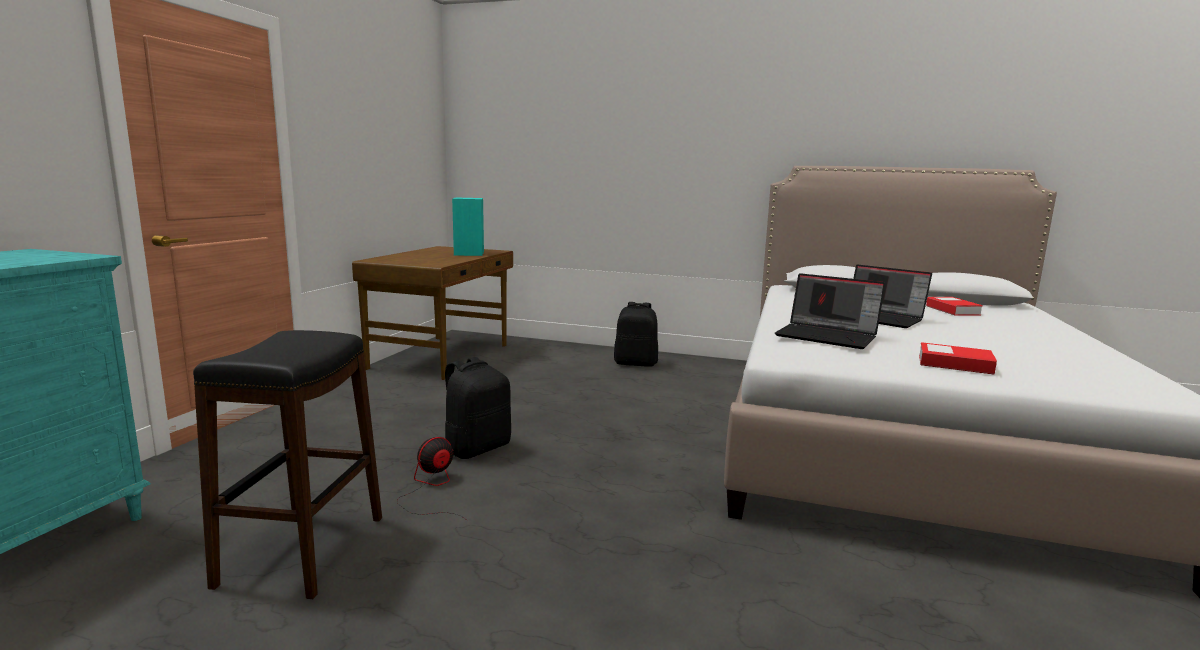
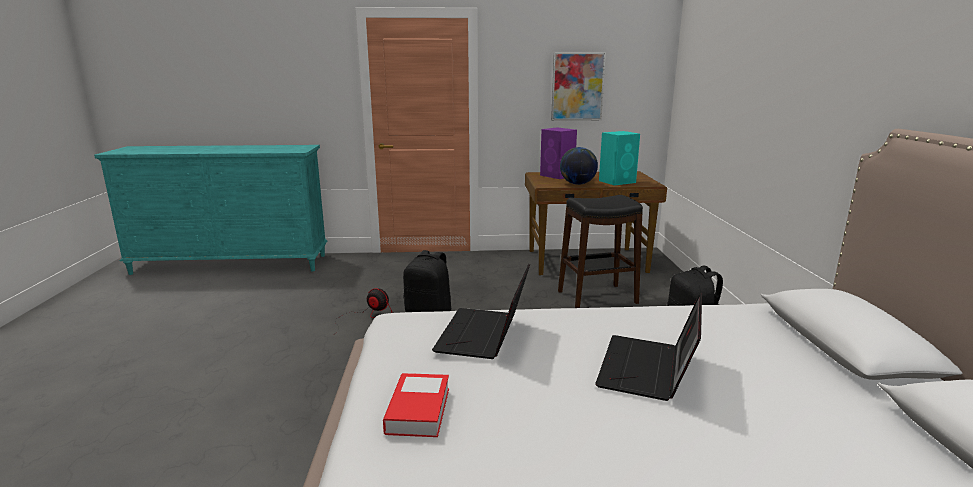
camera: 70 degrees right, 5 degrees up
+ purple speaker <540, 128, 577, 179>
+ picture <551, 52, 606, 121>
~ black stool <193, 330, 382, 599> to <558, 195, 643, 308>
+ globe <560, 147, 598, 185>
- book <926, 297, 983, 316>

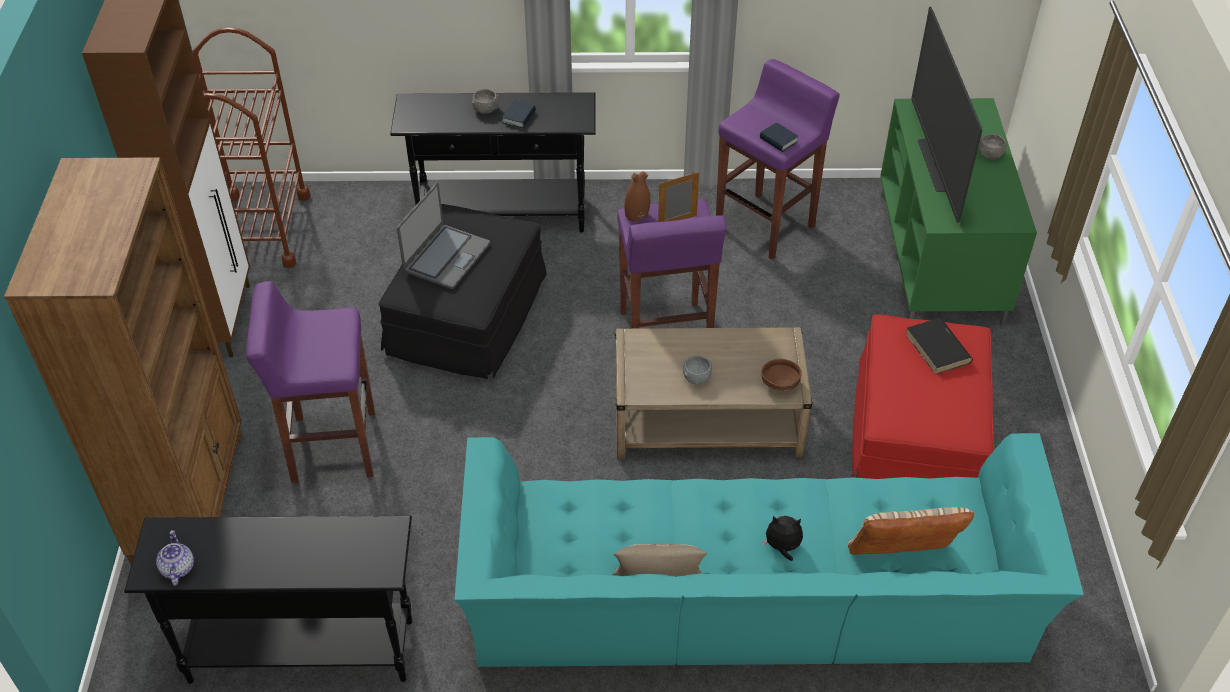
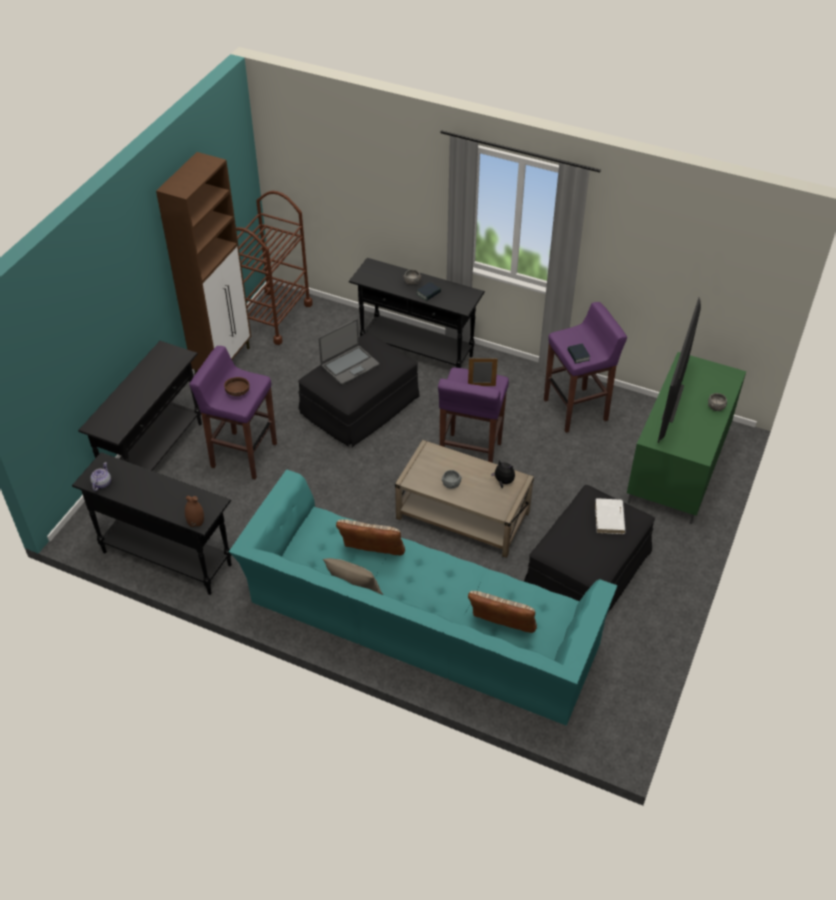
camera: 25 degrees right, 0 degrees up
~ brown bookcase <4, 157, 242, 565> to black console table <78, 341, 202, 471>
~ brown vase <624, 171, 650, 222> to <185, 495, 204, 527>
~ brown bowl <761, 359, 802, 391> to <224, 377, 249, 396>
+ beige pillow <336, 519, 405, 556>
~ plush toy <762, 516, 803, 561> to <491, 460, 515, 488>
~ red ottoman <851, 314, 994, 479> to black ottoman <524, 485, 655, 612>
~ black book <906, 318, 973, 375> to white book <595, 498, 625, 534>

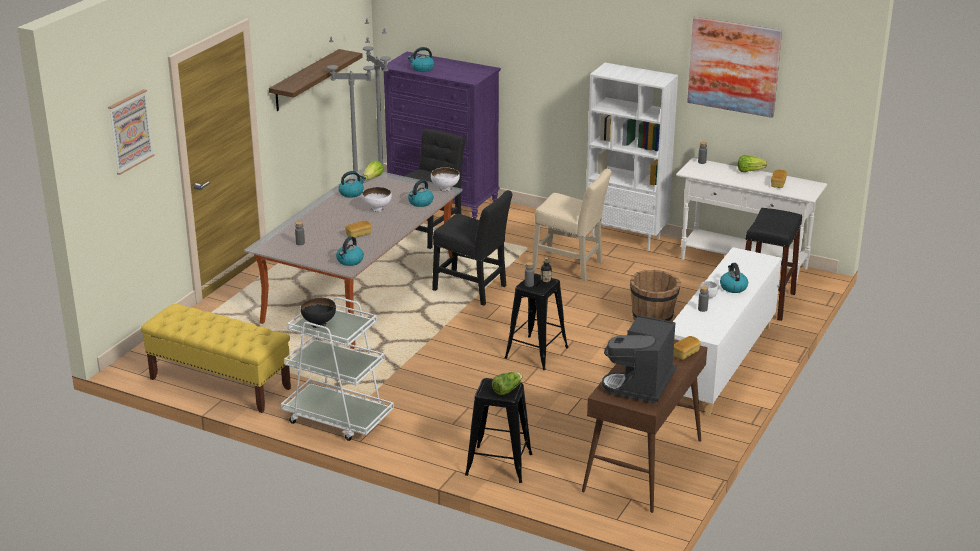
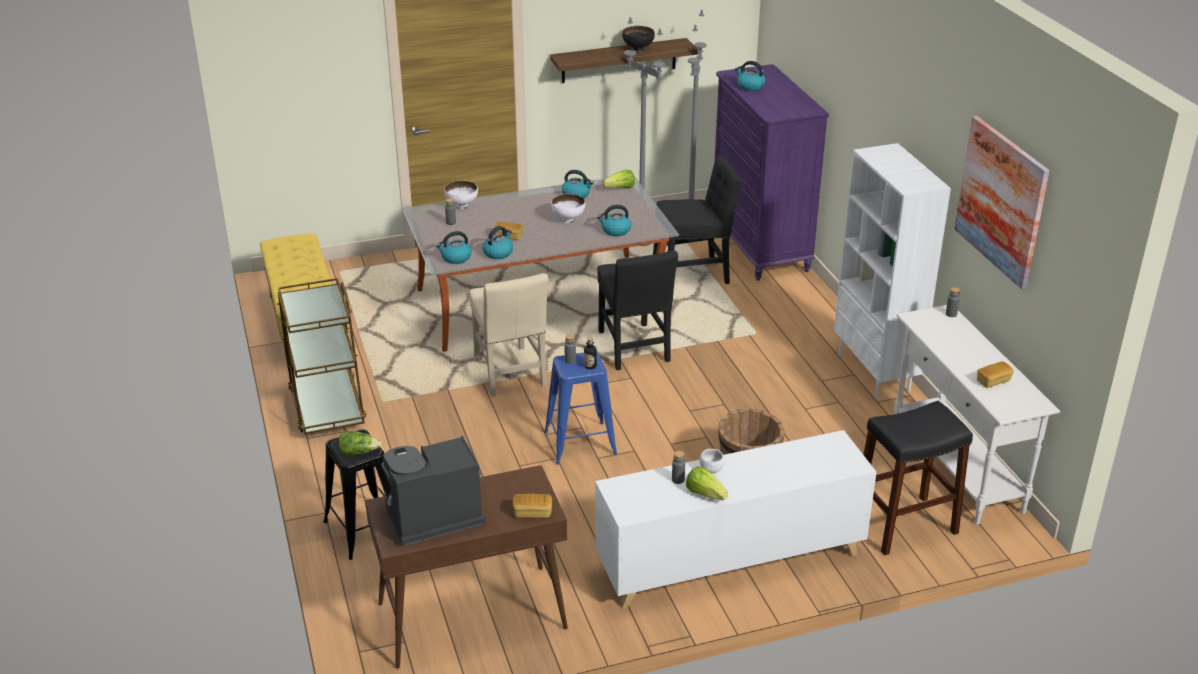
camera: 45 degrees right, 5 degrees up
~ white cart <281, 297, 394, 441> to brown cart <277, 278, 366, 434>
~ white bowl <431, 168, 460, 192> to <444, 180, 478, 210>
~ beige chair <532, 168, 612, 281> to <469, 273, 549, 397>
~ kettle <720, 263, 748, 293> to <482, 226, 513, 259>
~ black stool <504, 273, 569, 370> to blue stool <544, 352, 617, 465>
~ black bowl <301, 298, 336, 328> to <622, 26, 655, 53>
~ lettuce <738, 155, 767, 172> to <686, 467, 728, 500>
- picture <108, 89, 155, 175>

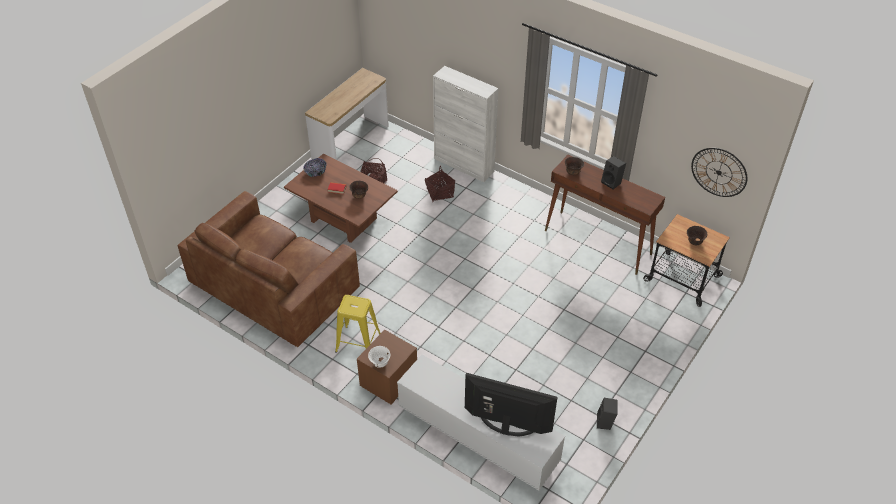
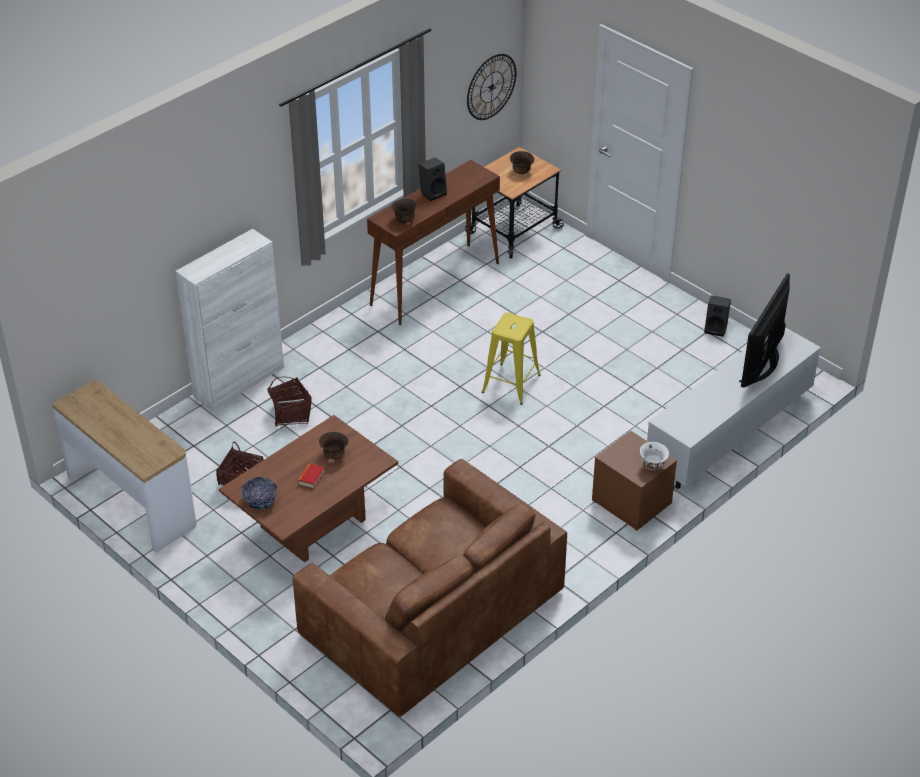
camera: 80 degrees left, 5 degrees down
~ yellow stool <335, 295, 381, 353> to <482, 312, 541, 405>

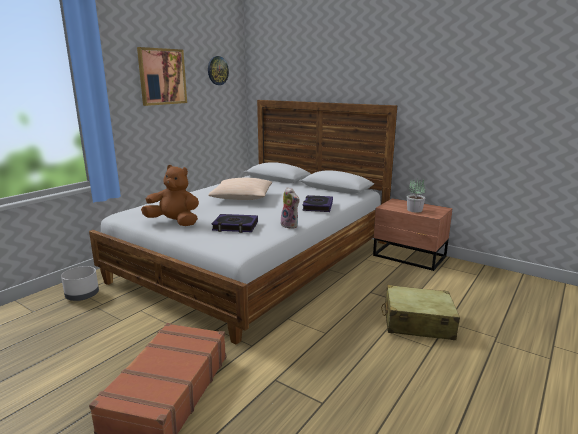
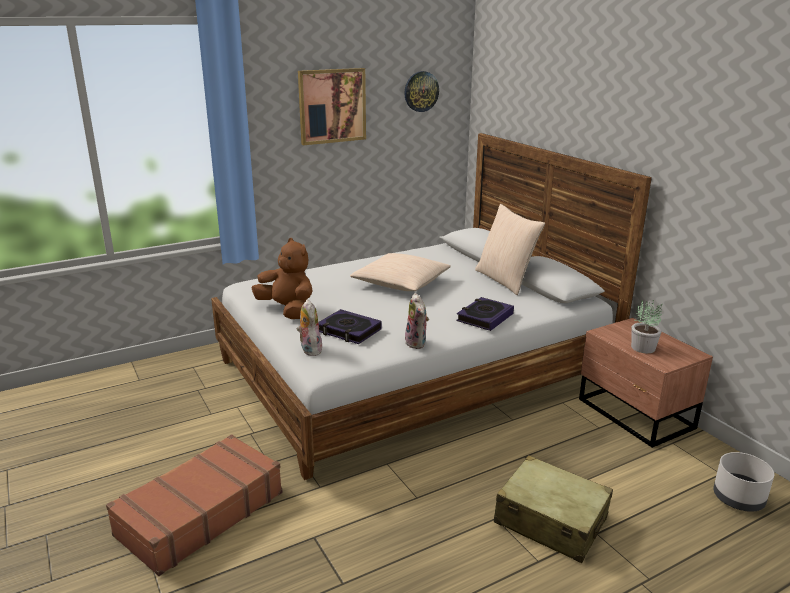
camera: 25 degrees right, 5 degrees up
+ plush toy <297, 299, 322, 356>
+ beige pillow <475, 204, 545, 295>
~ grey planter <61, 266, 99, 301> to <713, 452, 774, 512>

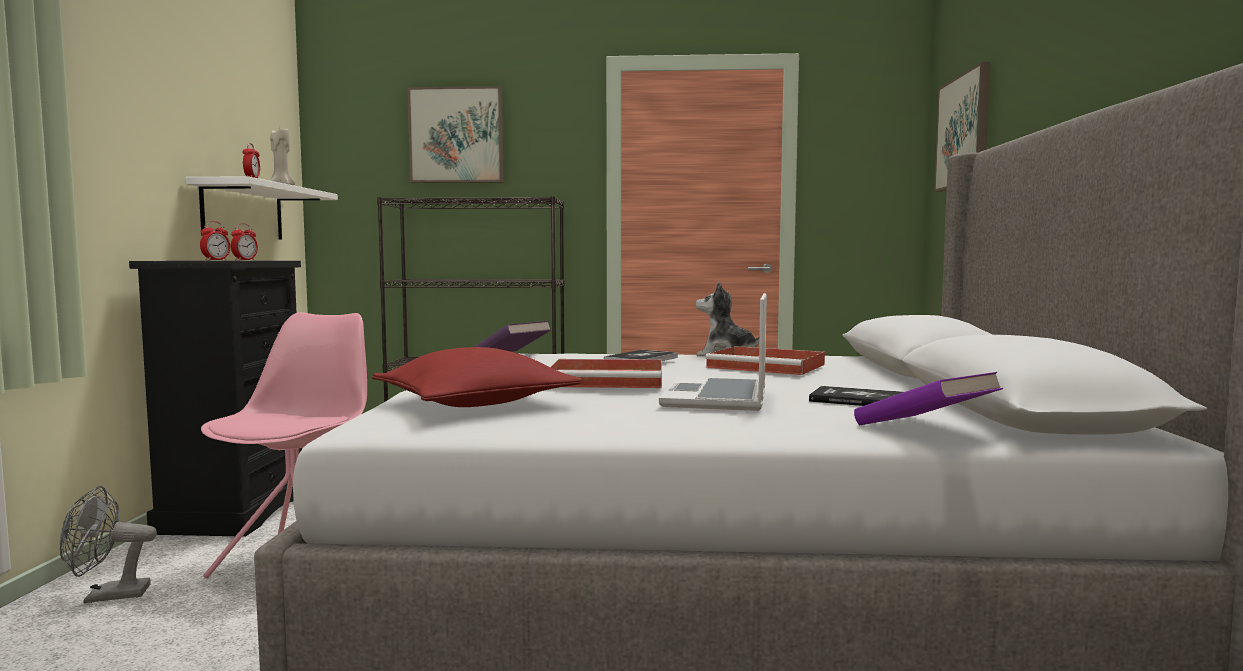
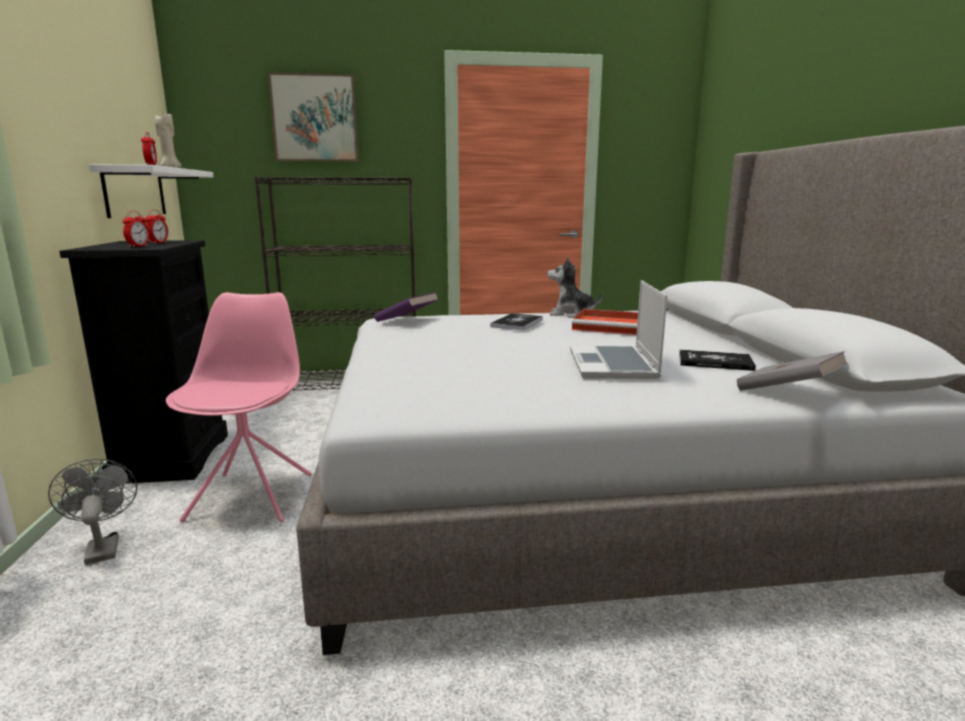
camera: 10 degrees left, 10 degrees up
~ grey fan <59, 486, 157, 603> = <48, 459, 137, 565> 90 degrees clockwise
~ purple book <854, 372, 1003, 425> to grey book <737, 351, 848, 391>
- red pillow <372, 347, 583, 407>
- red tray <550, 359, 662, 388>
- picture <934, 62, 990, 192>

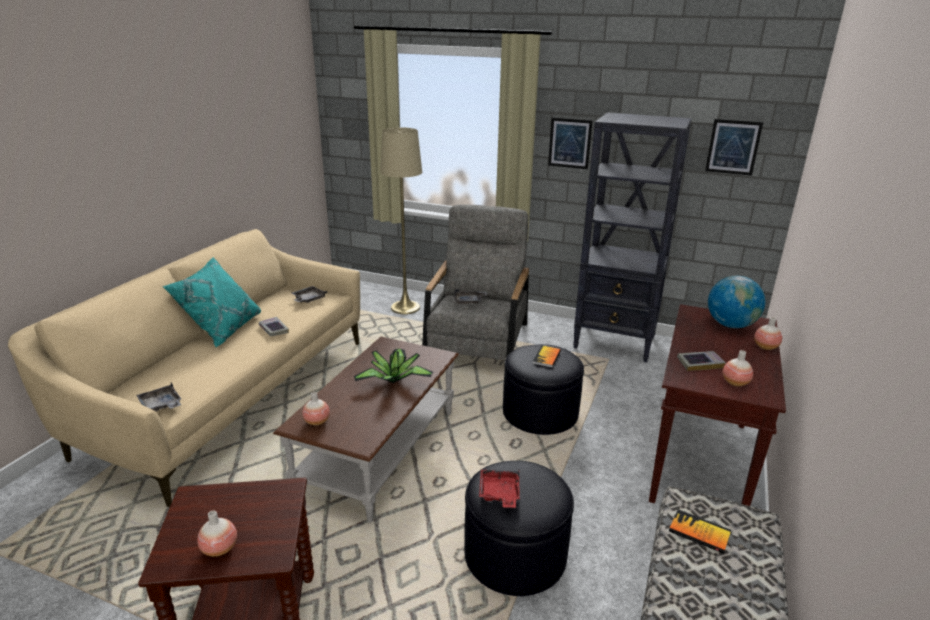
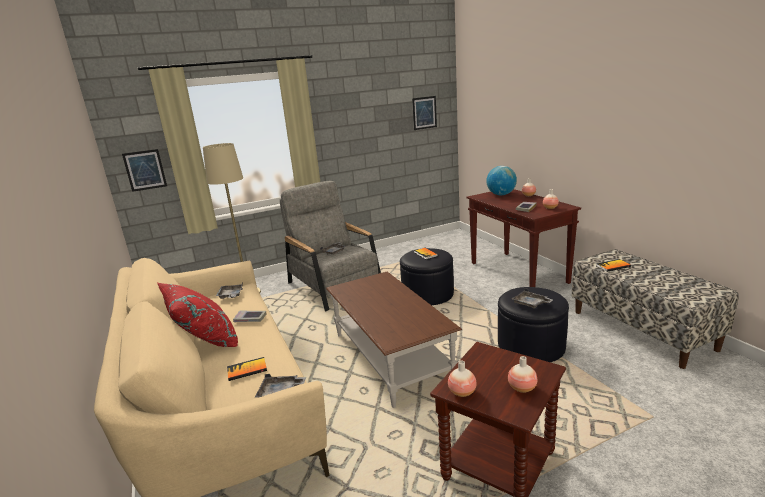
camera: 45 degrees left, 5 degrees down
~ picture <548, 118, 593, 169> to <122, 149, 167, 192>
~ turquoise pillow <162, 257, 261, 347> to red pillow <157, 282, 238, 347>
+ book <227, 357, 267, 381>
~ vase <302, 392, 330, 426> to <448, 360, 477, 397>
~ red tray <479, 469, 520, 508> to grey tray <512, 288, 553, 308>
- potted plant <354, 349, 433, 383>
- black bookcase <573, 112, 692, 362>

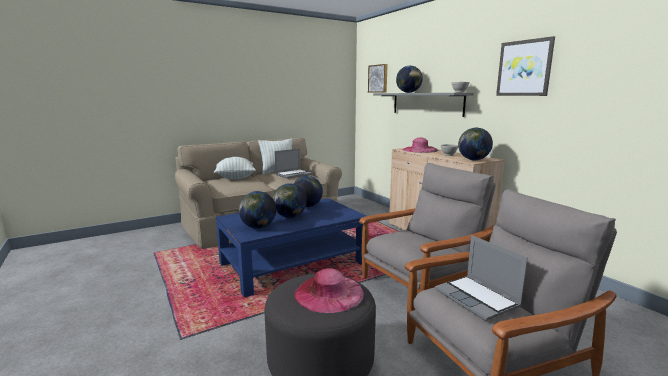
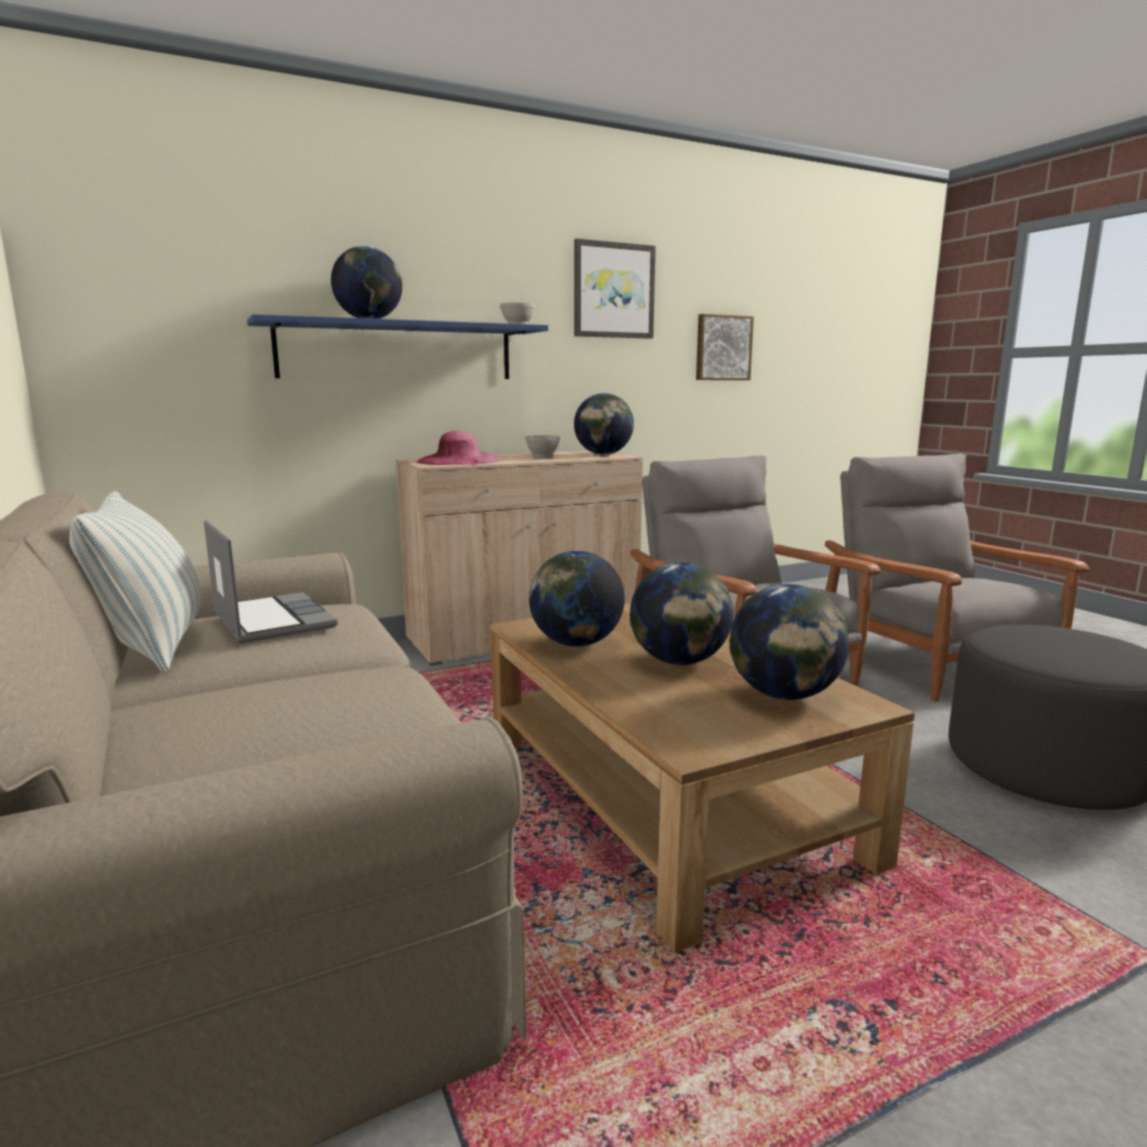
camera: 85 degrees left, 0 degrees up
~ grey shelf <373, 93, 474, 117> to blue shelf <247, 314, 548, 379>
~ blue coffee table <216, 198, 366, 297> to brown coffee table <491, 603, 915, 953>
~ picture <368, 64, 388, 93> to <696, 314, 754, 380>
- pillow <214, 157, 256, 179>
- pink hat <294, 268, 364, 313>
- laptop <435, 235, 528, 321>

